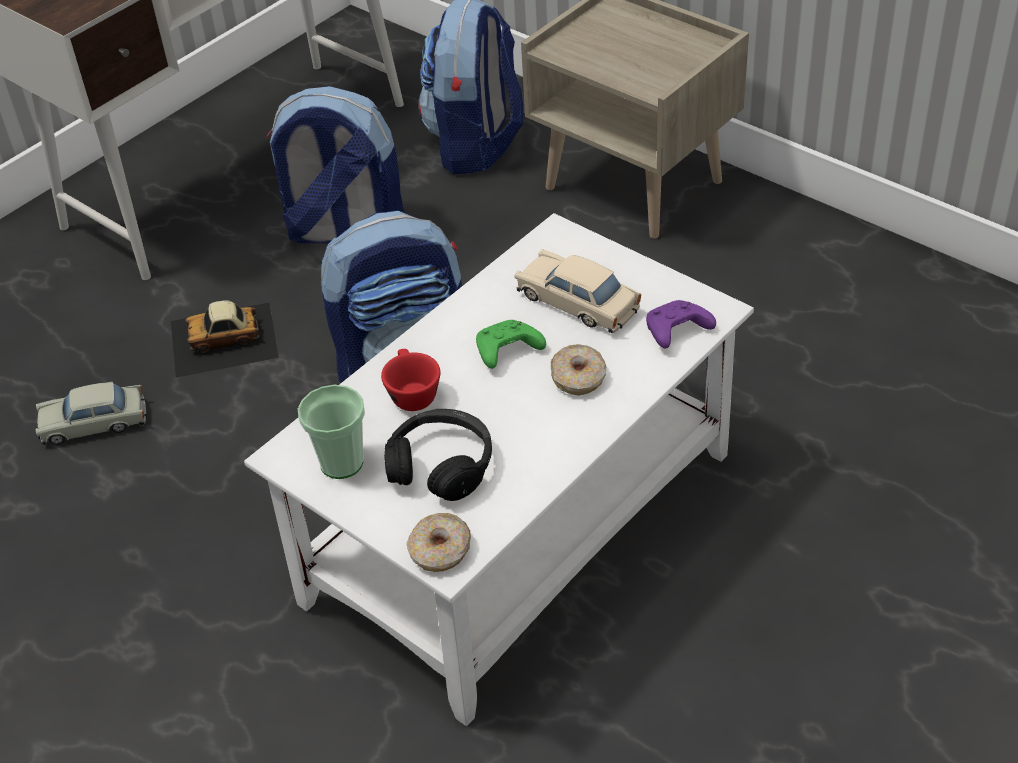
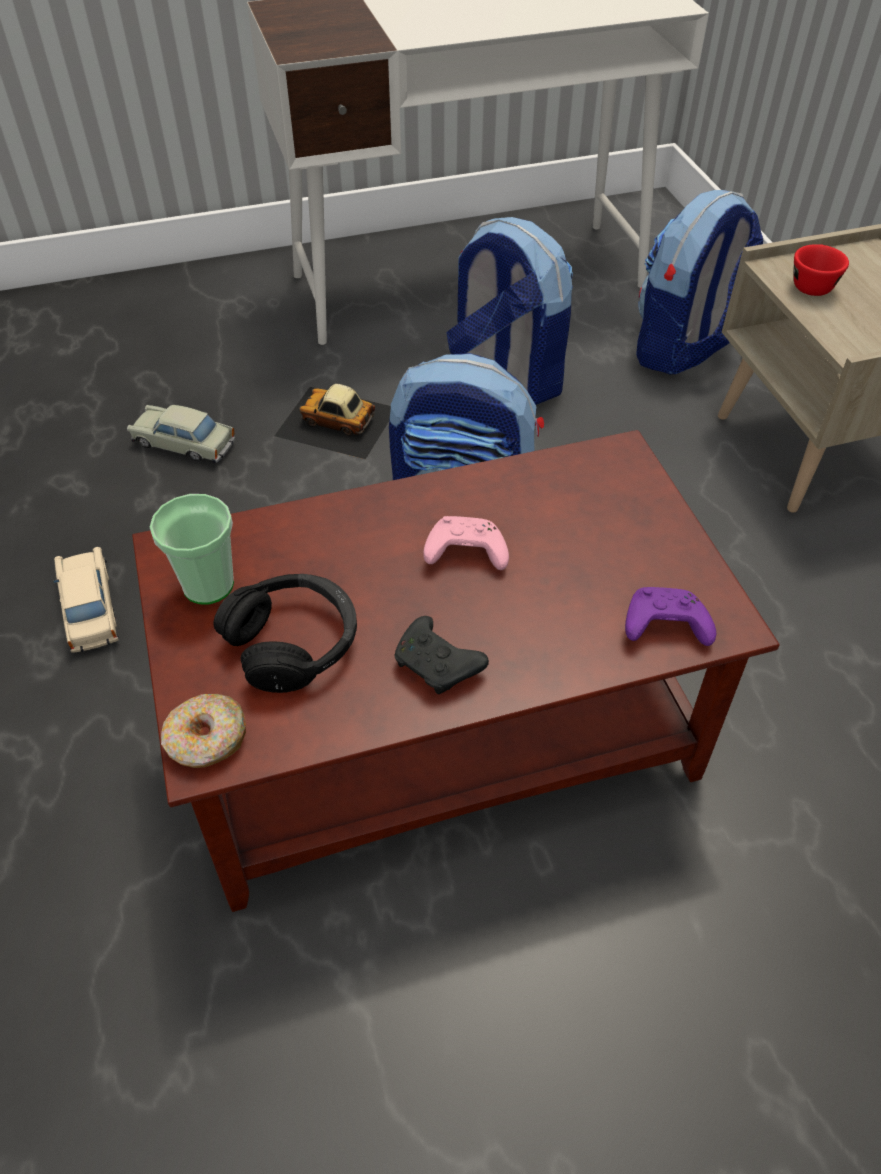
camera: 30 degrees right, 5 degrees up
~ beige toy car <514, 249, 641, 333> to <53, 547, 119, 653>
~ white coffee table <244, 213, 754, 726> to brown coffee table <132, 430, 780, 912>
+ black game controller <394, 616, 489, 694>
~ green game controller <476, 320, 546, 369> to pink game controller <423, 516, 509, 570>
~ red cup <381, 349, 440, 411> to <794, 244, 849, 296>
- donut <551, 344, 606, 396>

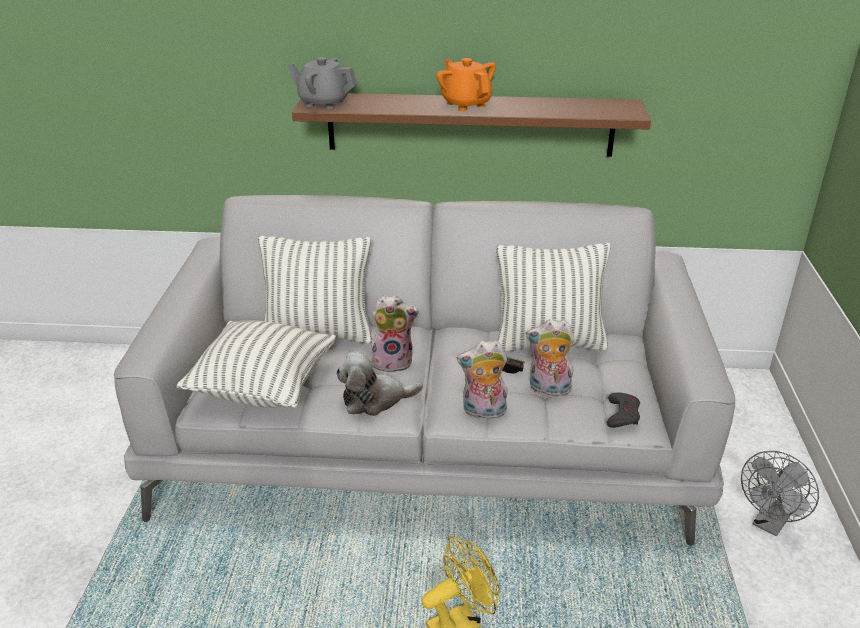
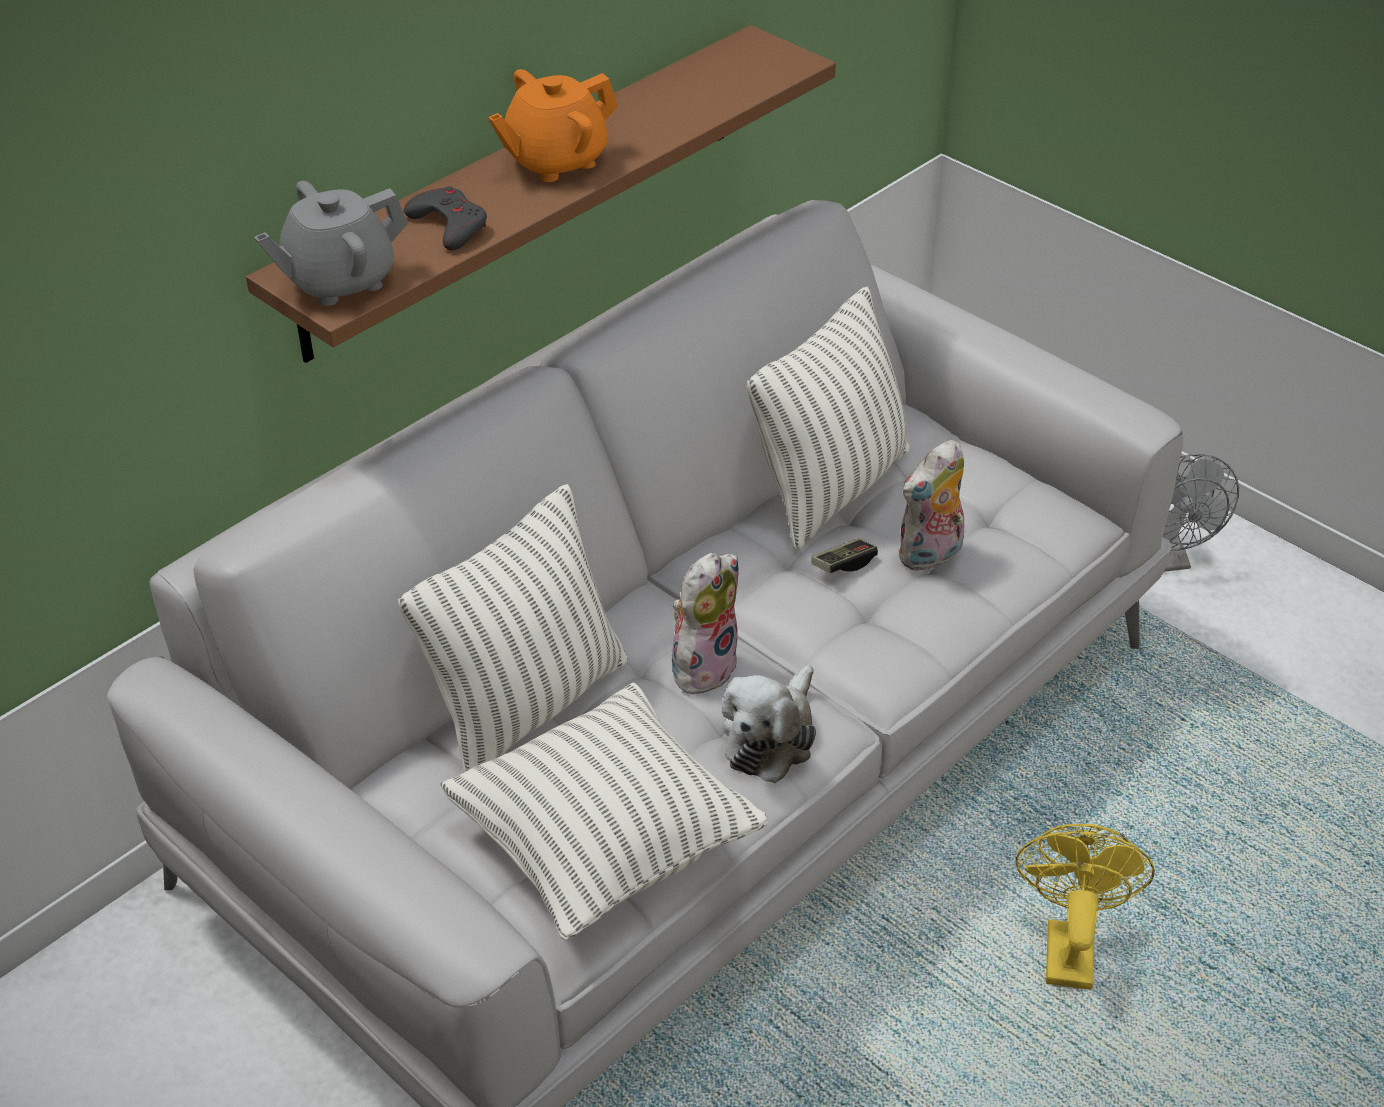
camera: 50 degrees left, 10 degrees up
~ grey game controller <607, 392, 640, 428> to <404, 186, 487, 251>
~ orange teapot <436, 58, 496, 111> = <488, 69, 618, 182> 45 degrees counterclockwise
- plush toy <457, 340, 509, 419>

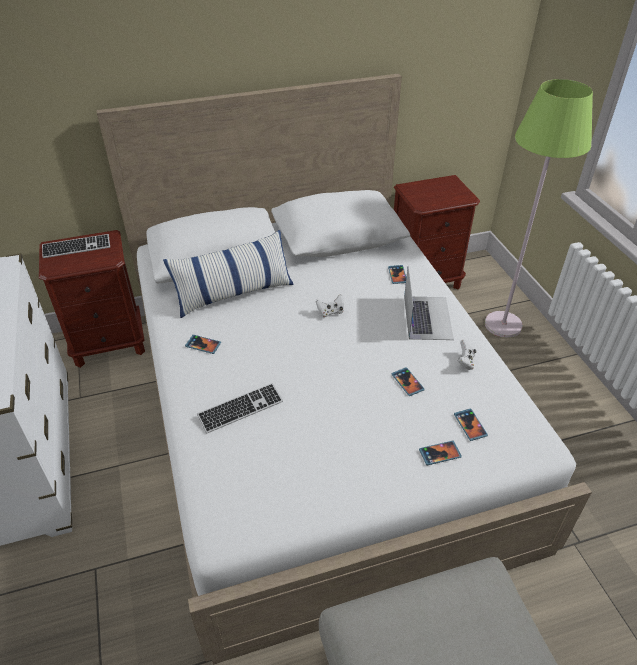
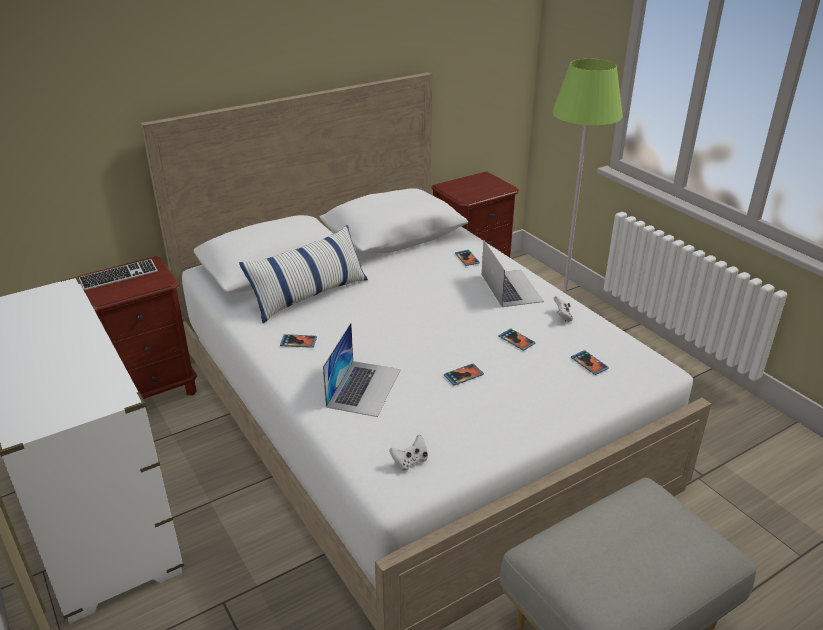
camera: 15 degrees left, 10 degrees down
~ keyboard <197, 383, 283, 433> to laptop <323, 323, 401, 417>
~ white game controller <316, 294, 344, 318> to <389, 434, 428, 471>
~ phone <419, 441, 462, 465> to <444, 363, 484, 386>

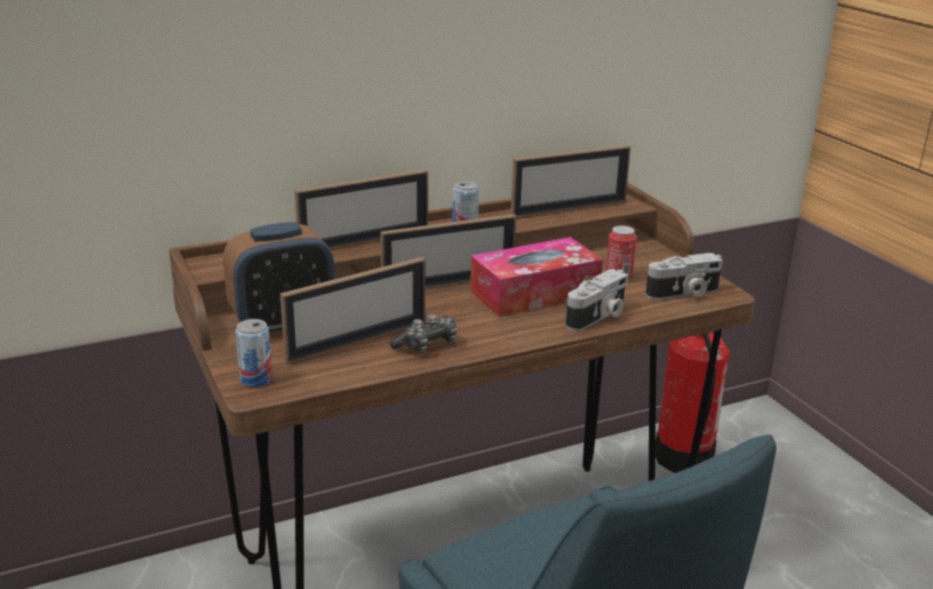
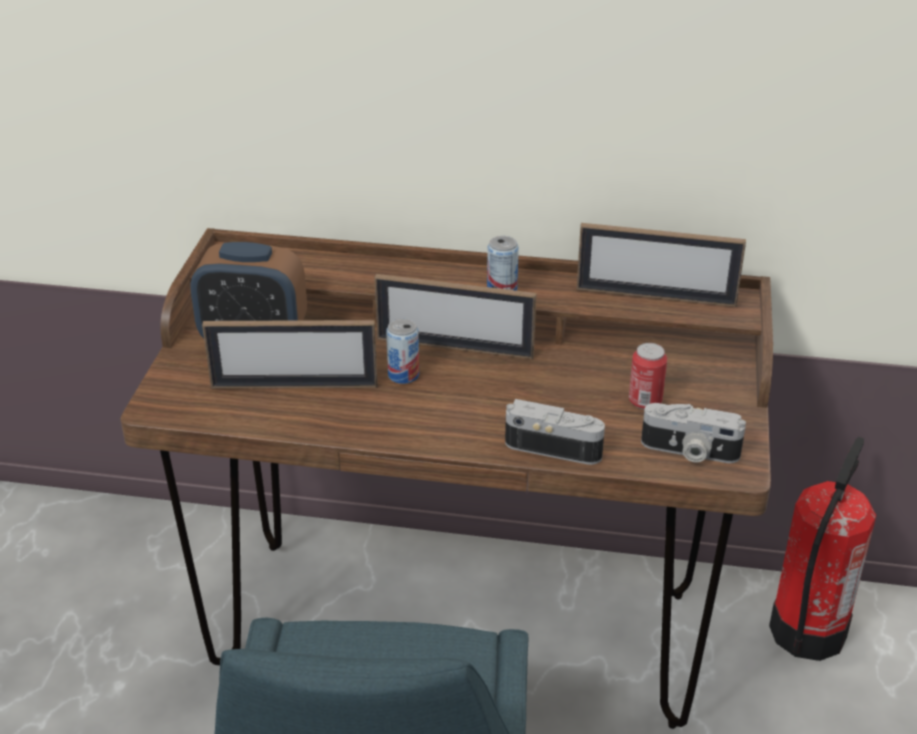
camera: 35 degrees right, 10 degrees up
~ can <235, 319, 273, 387> to <386, 318, 419, 384>
~ photo camera <566, 269, 628, 331> = <505, 399, 605, 465> 150 degrees counterclockwise
- picture frame <295, 169, 428, 249>
- game controller <390, 314, 457, 354>
- tissue box <470, 237, 603, 317>

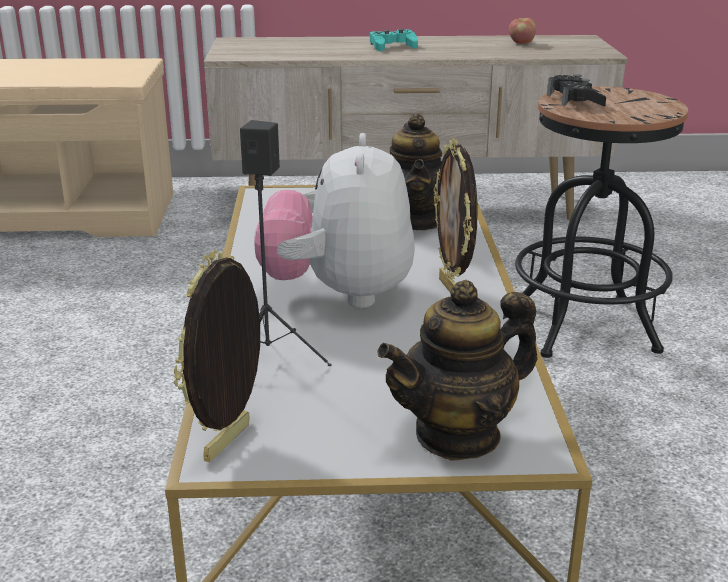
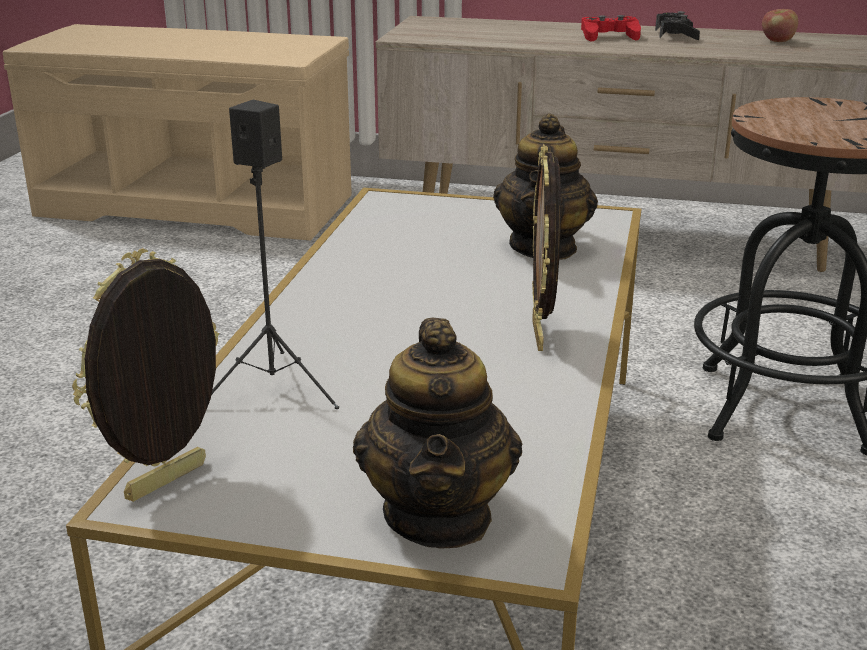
camera: 15 degrees right, 0 degrees up
~ teapot <377, 280, 538, 461> = <353, 318, 523, 548> 75 degrees counterclockwise
~ turquoise game controller <370, 29, 418, 52> to red game controller <581, 15, 641, 41>
~ black game controller <547, 74, 606, 107> to <655, 11, 700, 40>
- plush toy <254, 133, 415, 308>

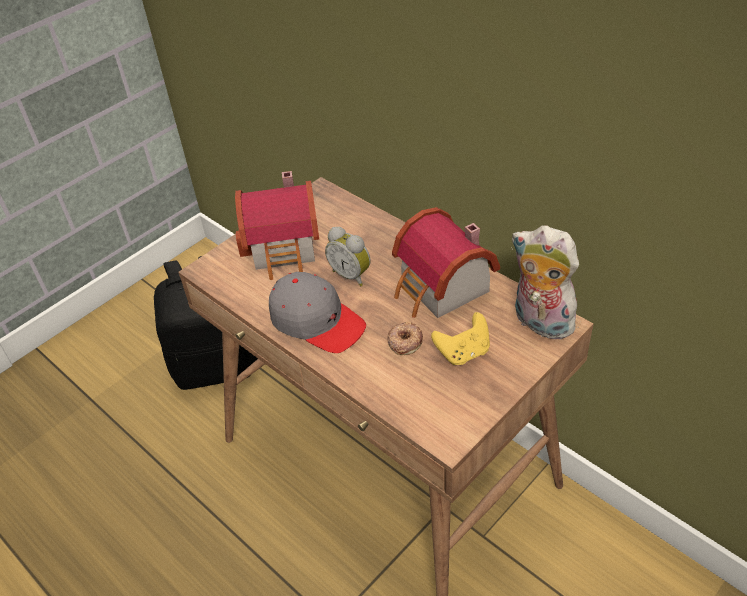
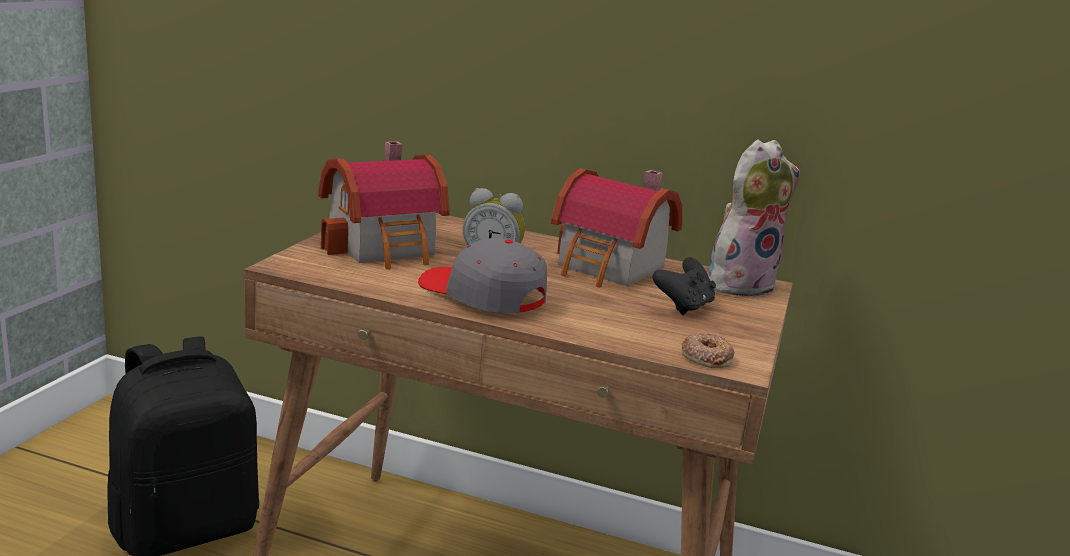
camera: 30 degrees left, 25 degrees down
~ grey cap <269, 272, 366, 353> = <418, 238, 547, 314> 150 degrees counterclockwise
~ yellow game controller <431, 312, 490, 365> to black game controller <652, 258, 716, 315>
~ donut <387, 322, 423, 355> to <682, 332, 735, 368>
~ plush toy <511, 225, 583, 339> = <708, 139, 800, 297> 135 degrees clockwise

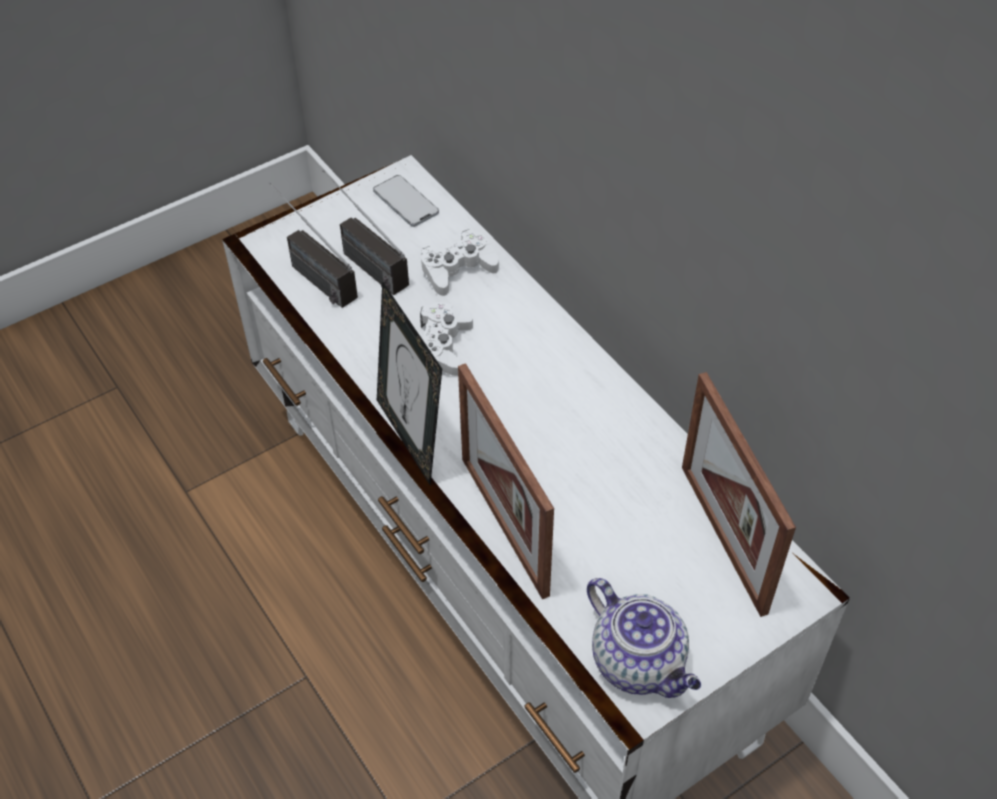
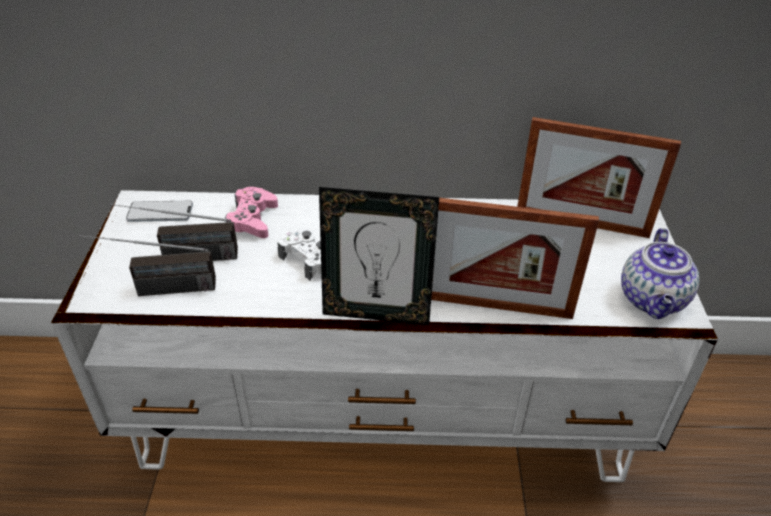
camera: 55 degrees left, 10 degrees down
~ white game controller <421, 229, 499, 296> to pink game controller <225, 187, 278, 238>
~ teapot <587, 578, 701, 698> = <621, 228, 699, 319> 105 degrees clockwise

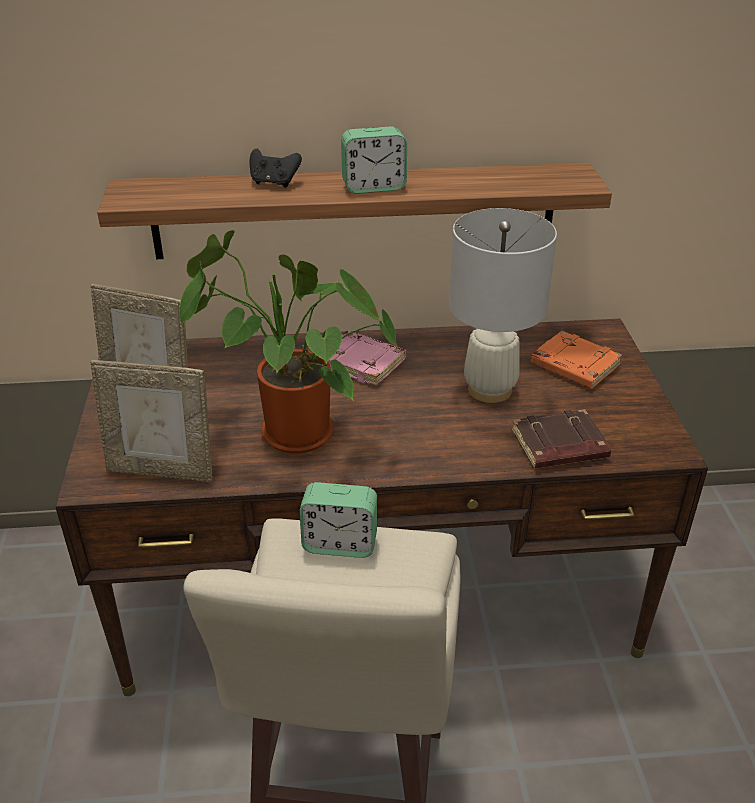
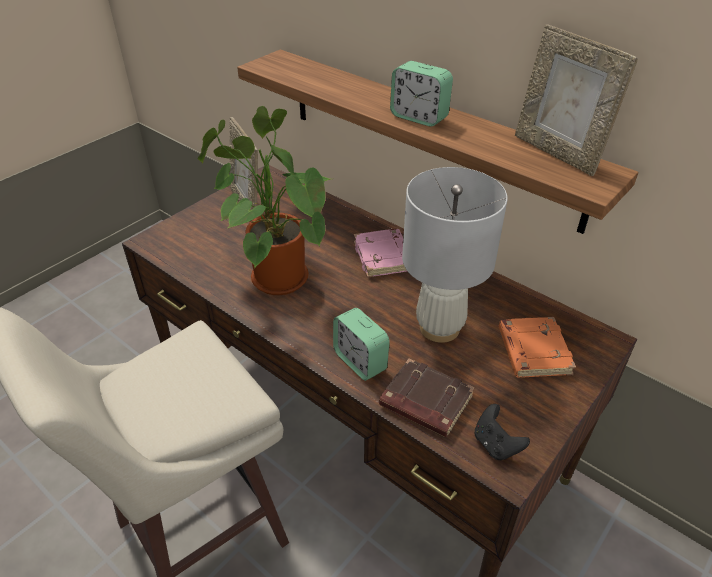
camera: 45 degrees right, 5 degrees up
~ alarm clock <300, 482, 377, 558> to <333, 308, 390, 381>
~ black game controller <250, 148, 302, 188> to <475, 404, 530, 460>
~ picture frame <90, 360, 213, 482> to <515, 24, 638, 176>

